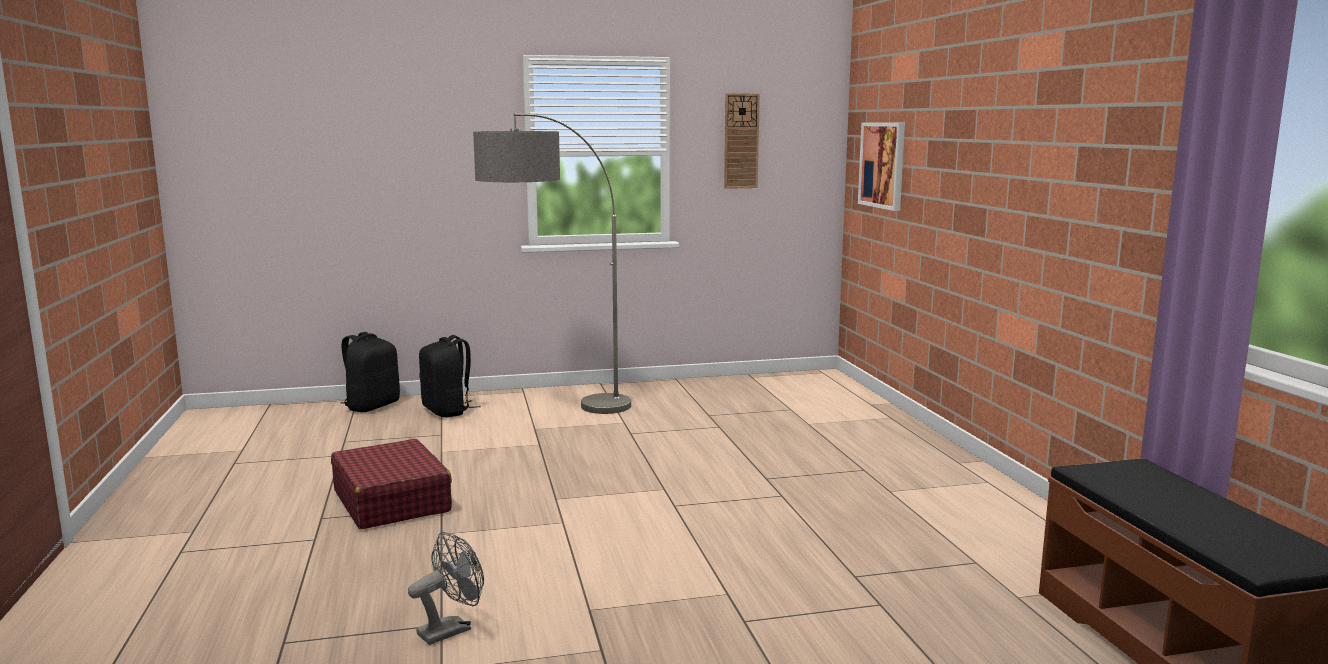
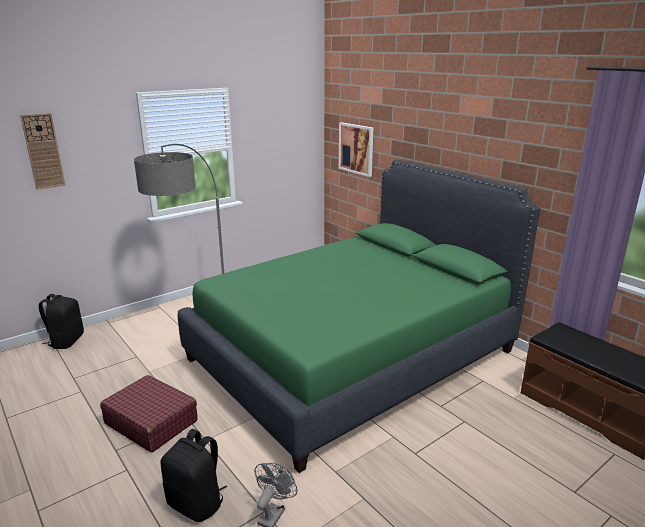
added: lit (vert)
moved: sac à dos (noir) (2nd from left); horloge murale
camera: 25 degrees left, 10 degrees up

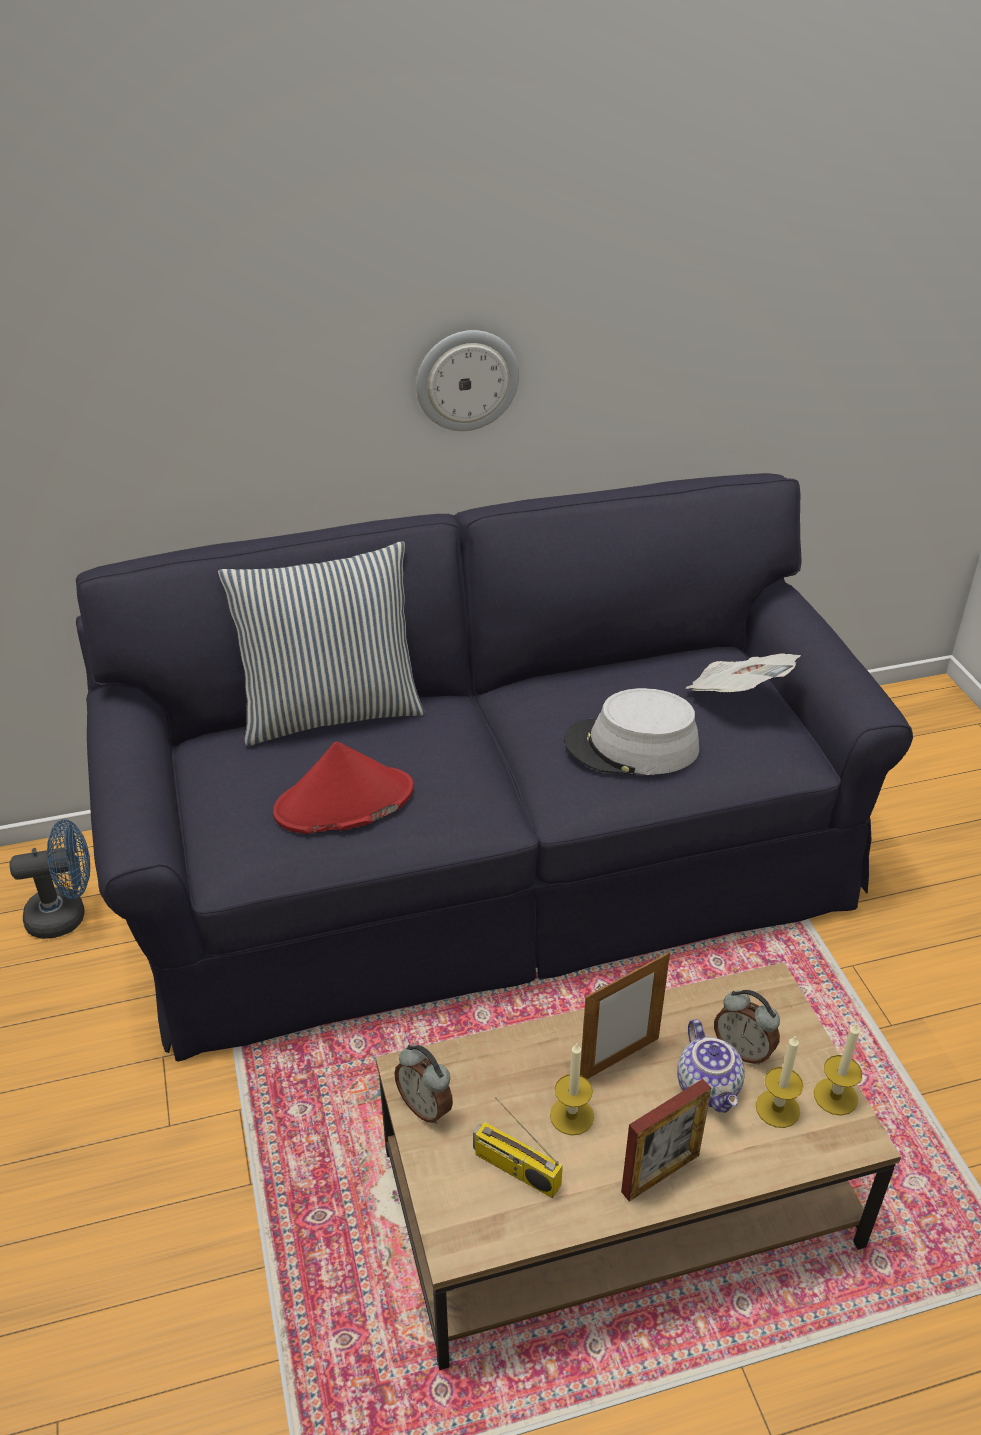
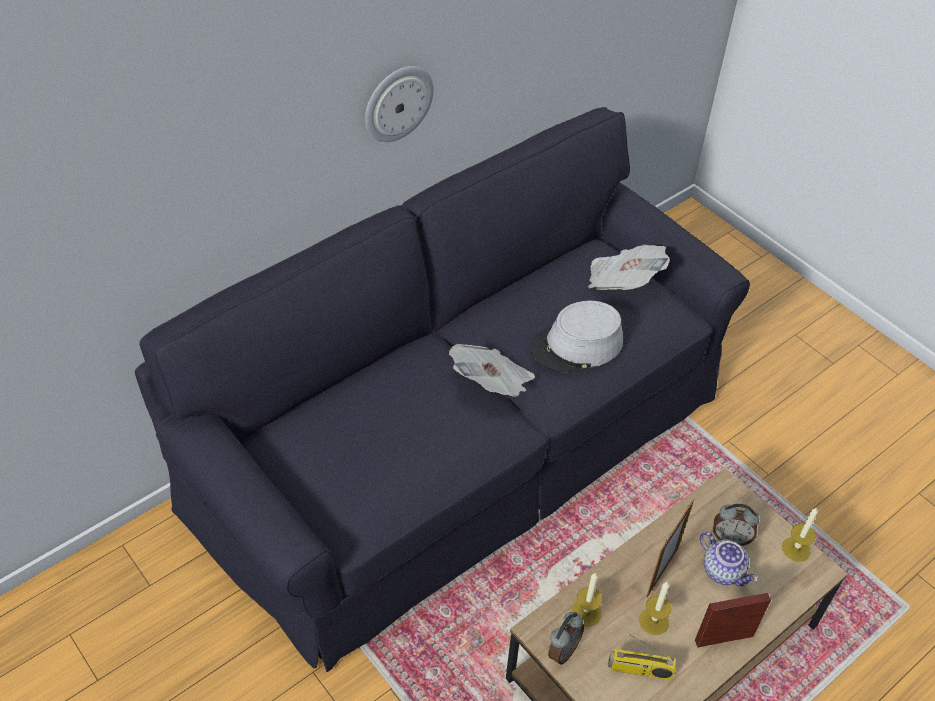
removed: ventilateur (bleu); coussin; chapeau (rouge)
added: journal (1st from left)
moved: bougie (2nd from left in the first image) to bougie (1st from left)
turned: réveil (1st from left) 75 degrees counterclockwise; cadre photo (2nd from left) 135 degrees counterclockwise
camera: 25 degrees left, 10 degrees up

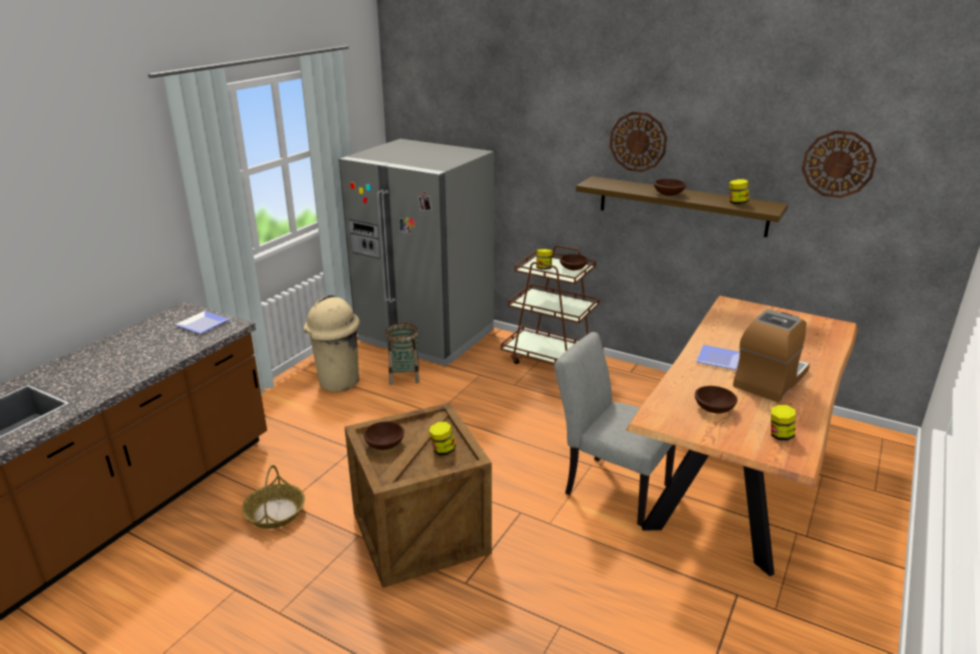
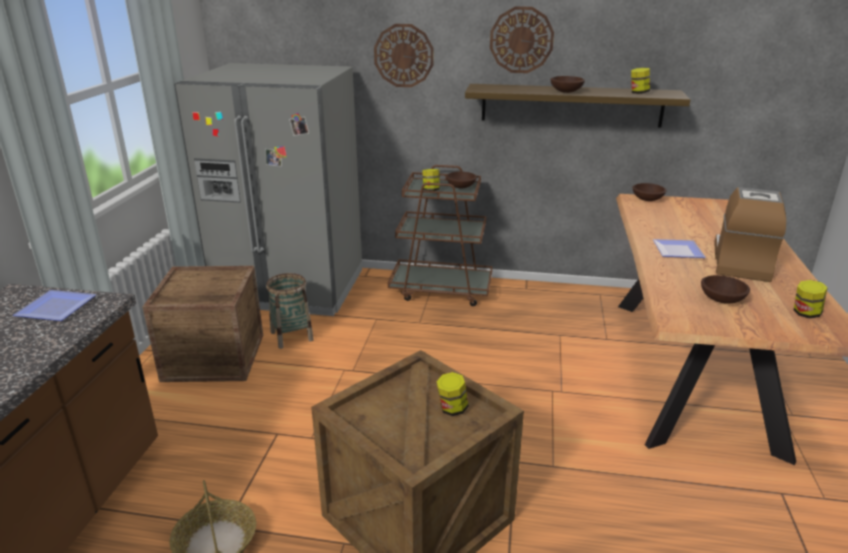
removed: chaise (gris)
moved: bol (marron) (1st from left in the first image) to bol (marron) (3rd from left); horloge murale (2nd from left in the first image) to horloge murale (1st from left)
replaced: poubelle (beige) to caisse (1st from left)
camera: 20 degrees left, 0 degrees up

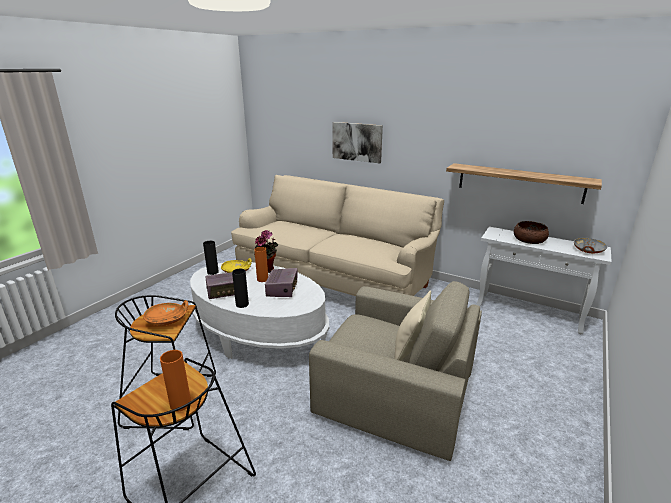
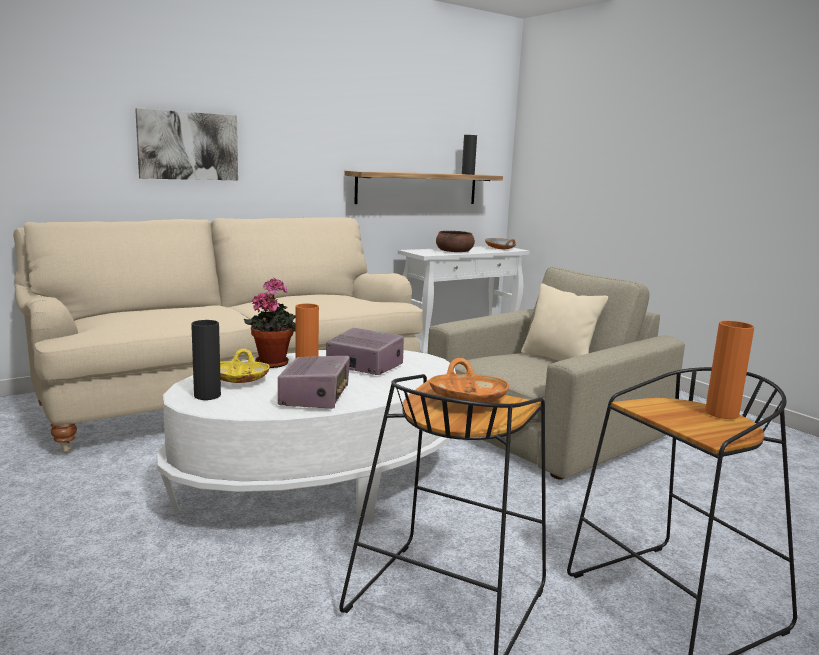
moved: vase (noir) (2nd from left)
camera: 65 degrees left, 10 degrees down

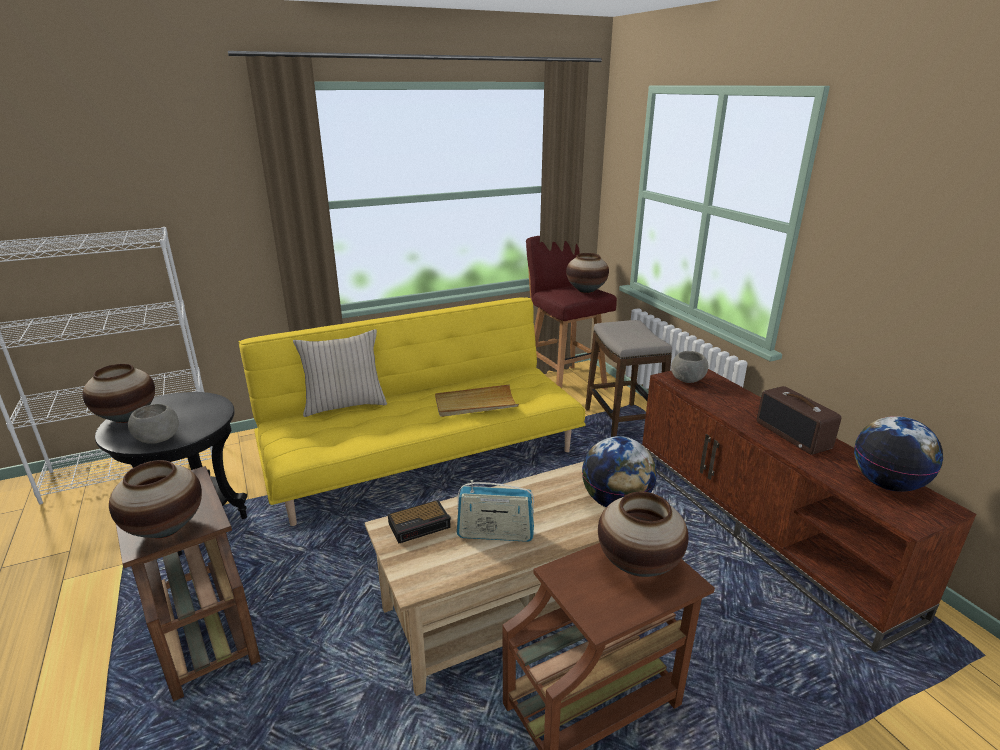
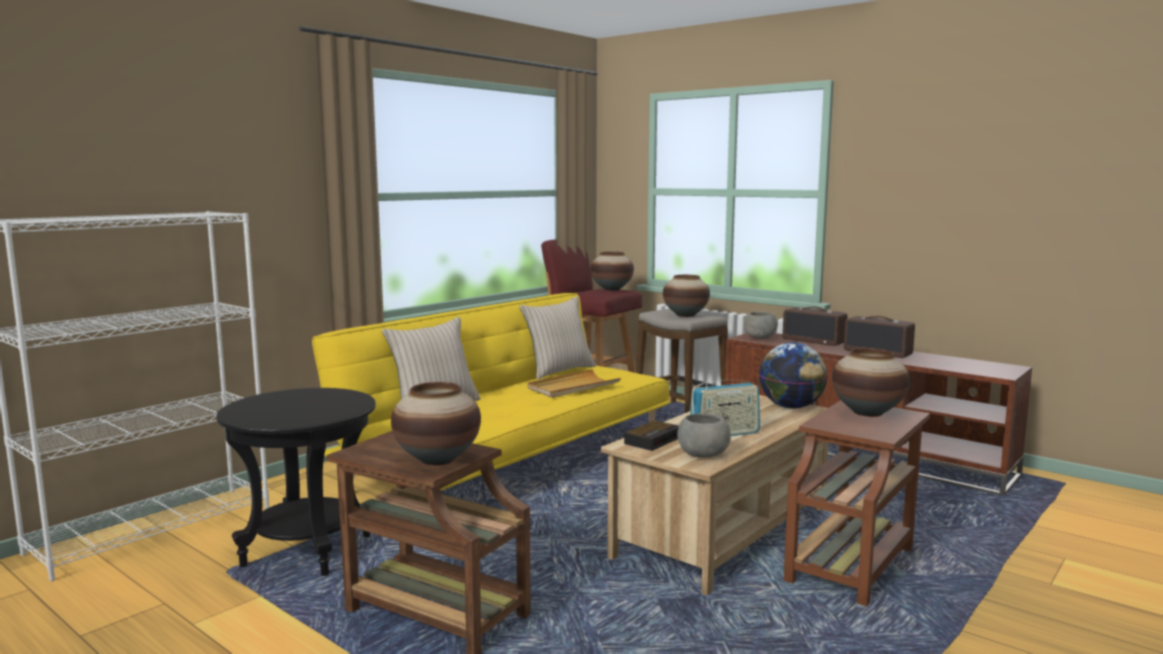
removed: globe (2nd from left)
added: coussin (beige) (2nd from left); radio (2nd from left)
moved: vase (1st from left in the first image) to vase (3rd from left); bol (gris) (1st from left)
camera: 25 degrees left, 15 degrees down

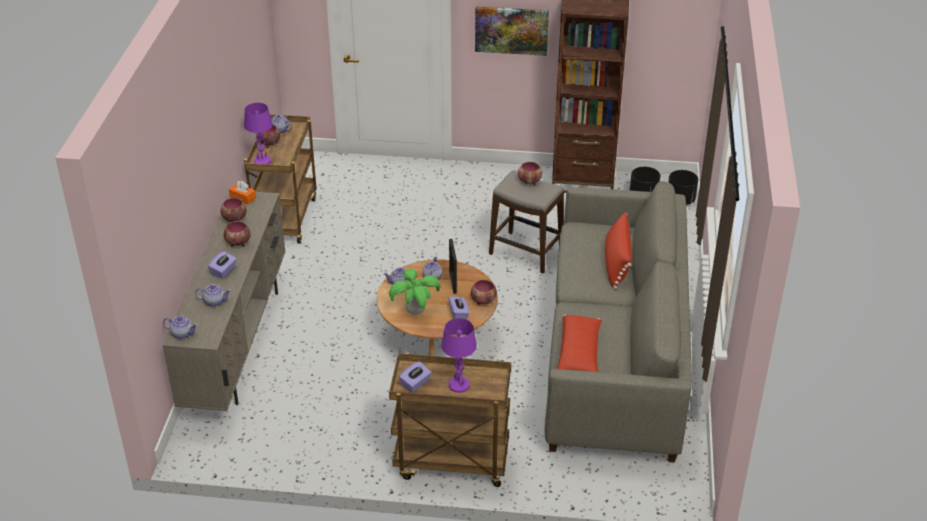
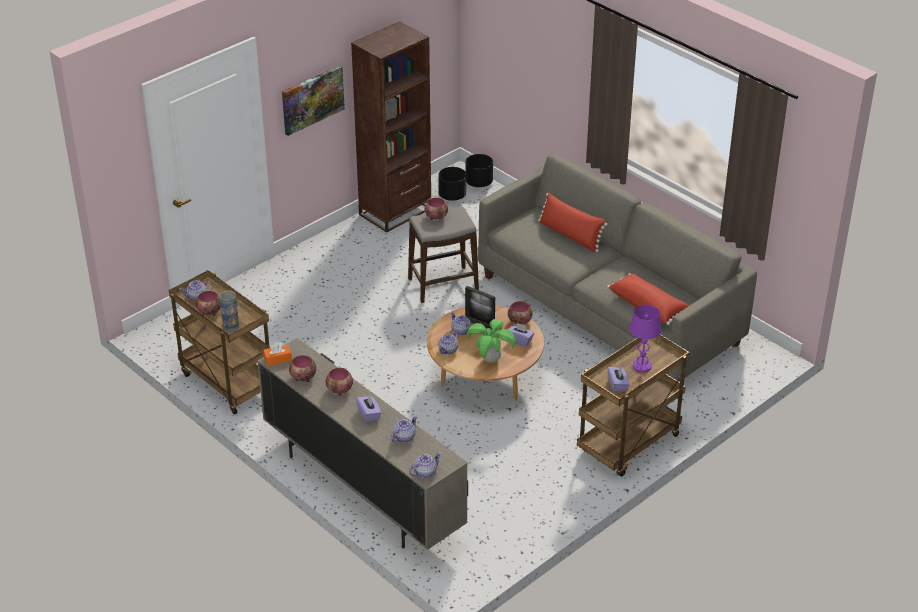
replaced: lampe de table (violet) (1st from left) to vase
camera: 50 degrees left, 0 degrees up

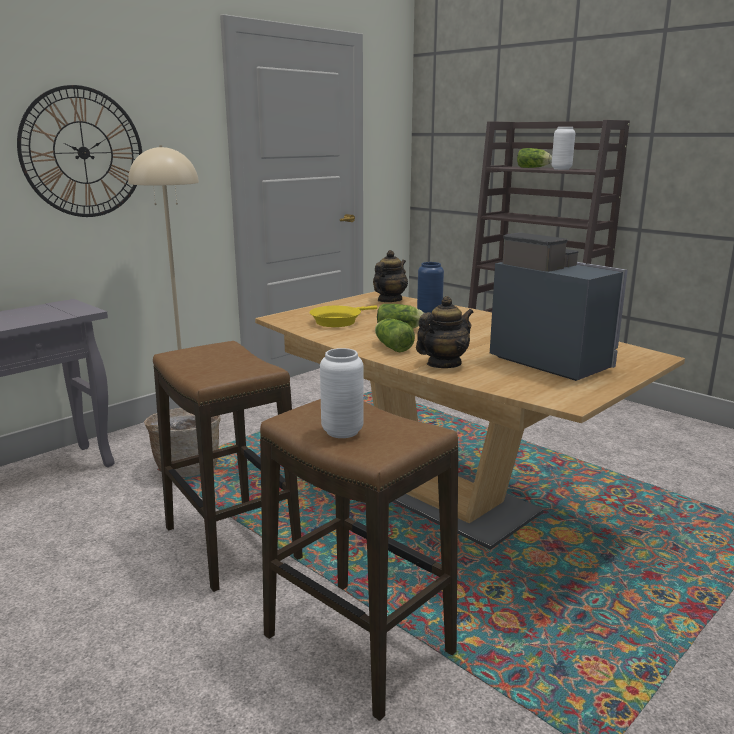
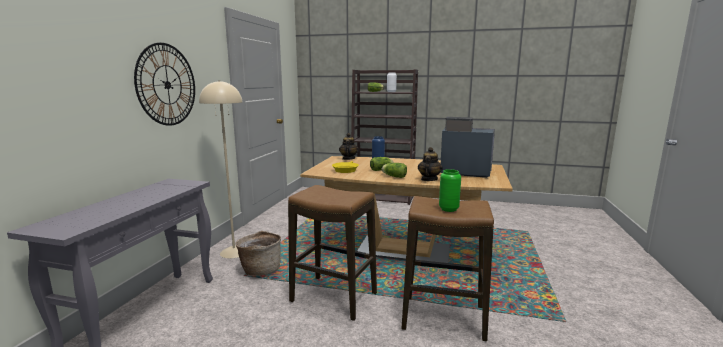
recoloured: vase (blanc) (1st from left) to vase (vert)
camera: 30 degrees left, 5 degrees down

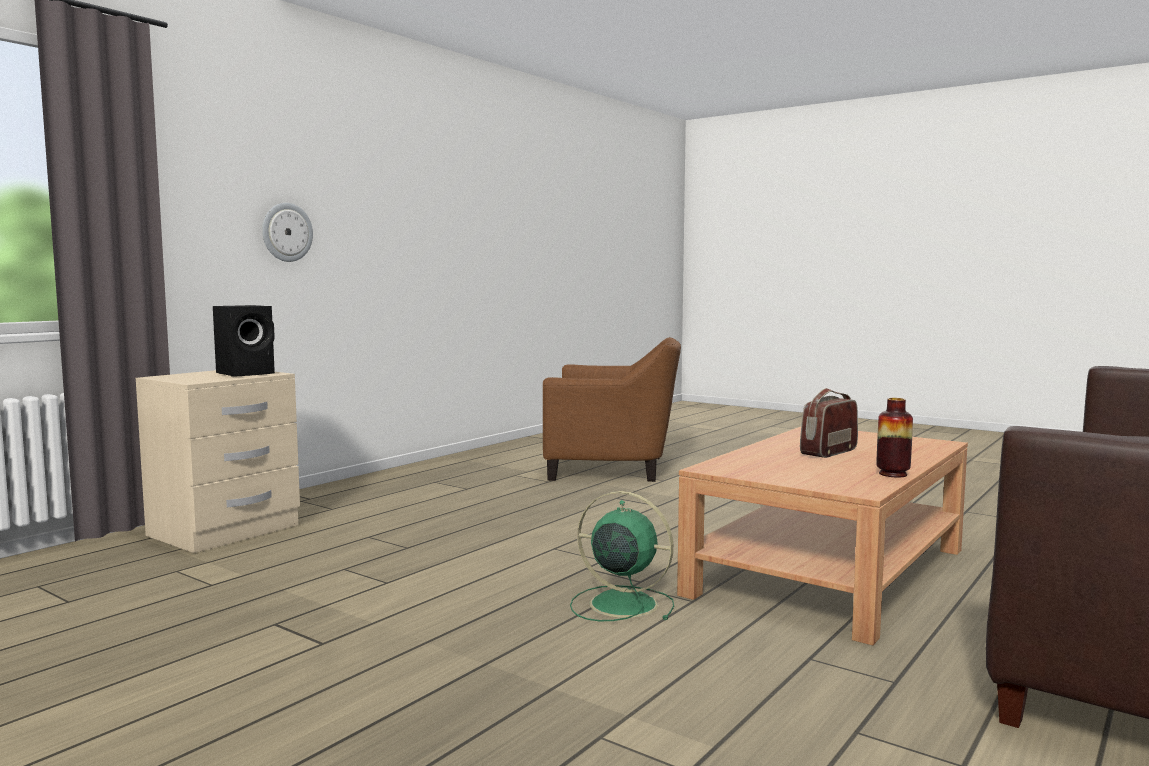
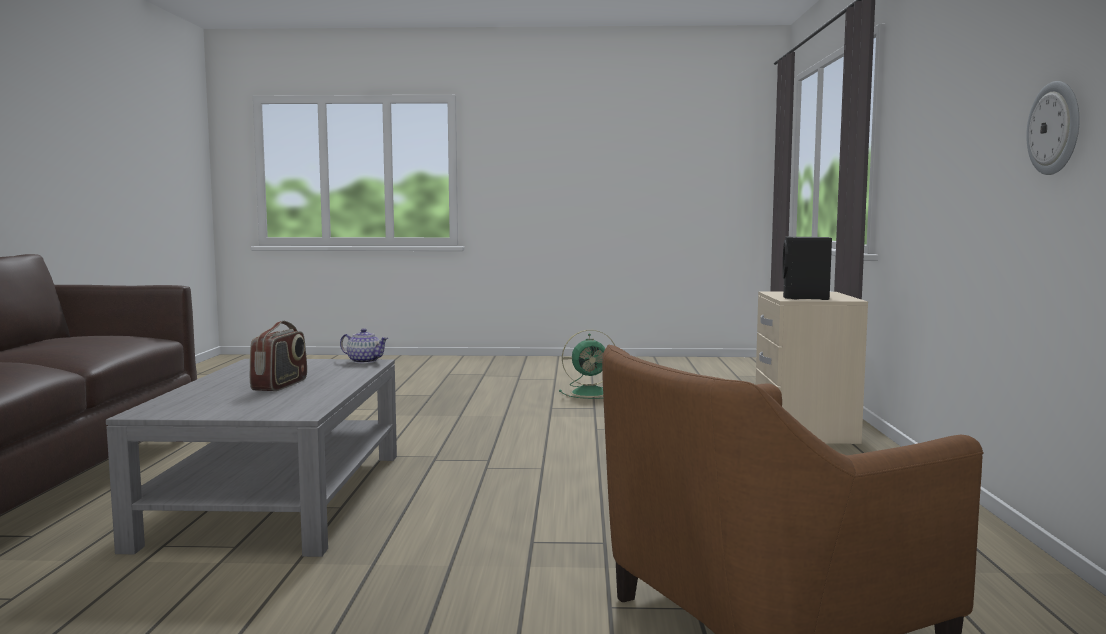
removed: vase
added: théière
moved: horloge murale; ventilateur (vert)
recoloured: table basse (marron) to table basse (gris)
camera: 145 degrees right, 0 degrees up

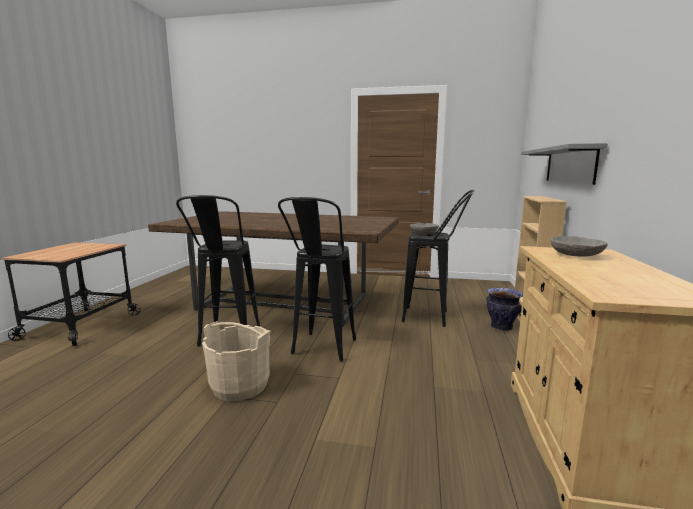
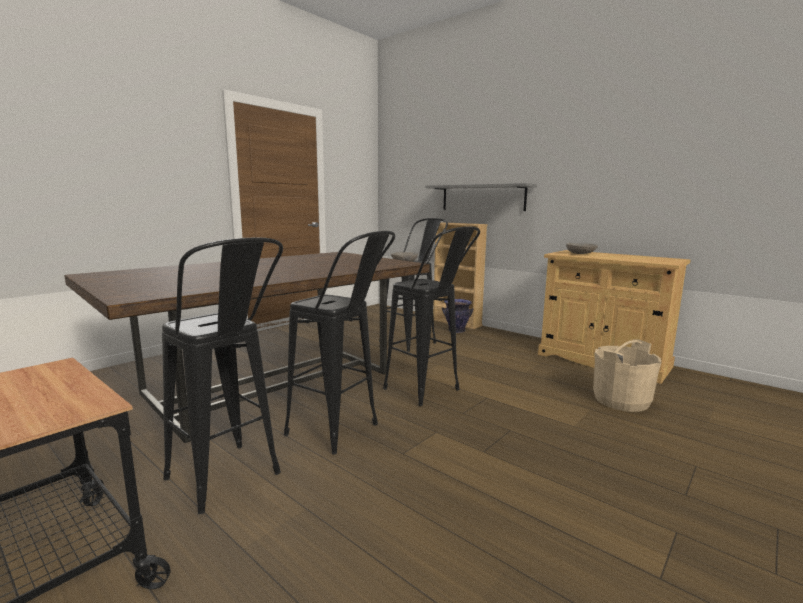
added: tabouret (noir) (1st from left)
moved: seau (beige)
camera: 60 degrees left, 0 degrees up

